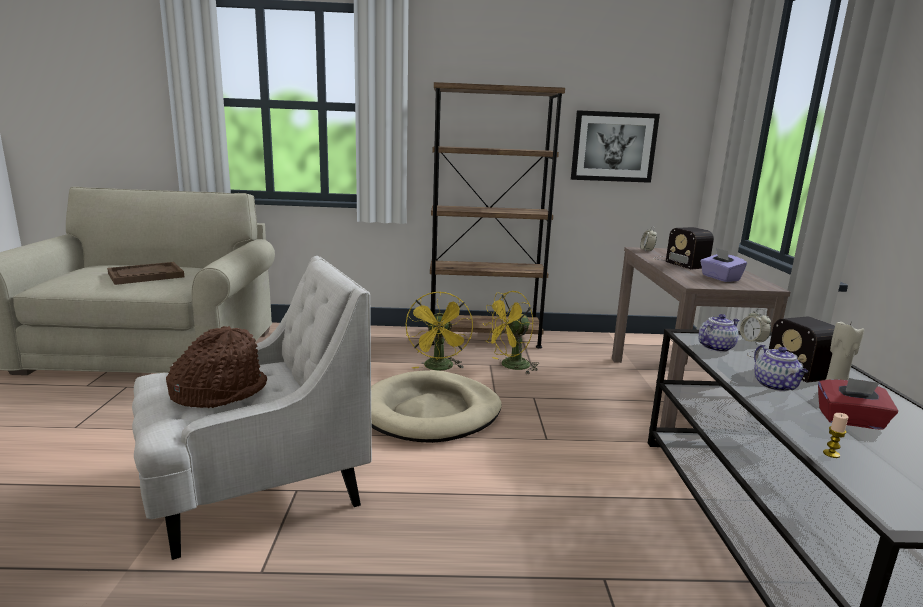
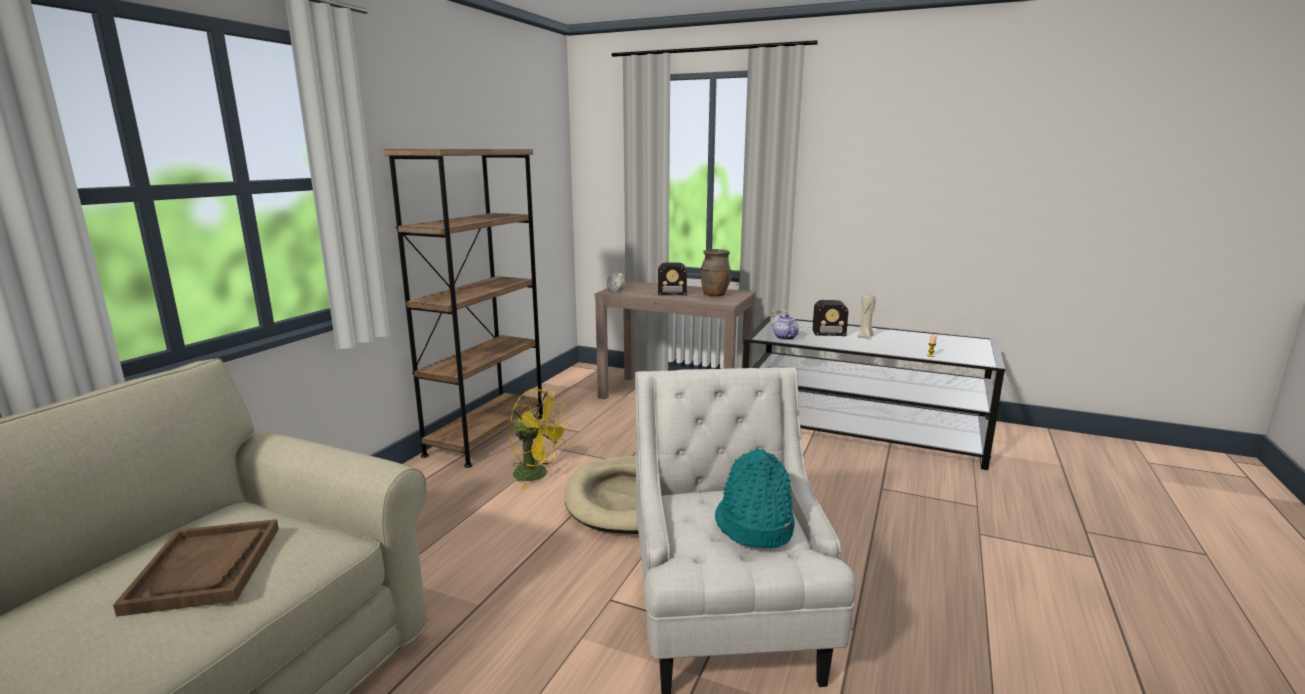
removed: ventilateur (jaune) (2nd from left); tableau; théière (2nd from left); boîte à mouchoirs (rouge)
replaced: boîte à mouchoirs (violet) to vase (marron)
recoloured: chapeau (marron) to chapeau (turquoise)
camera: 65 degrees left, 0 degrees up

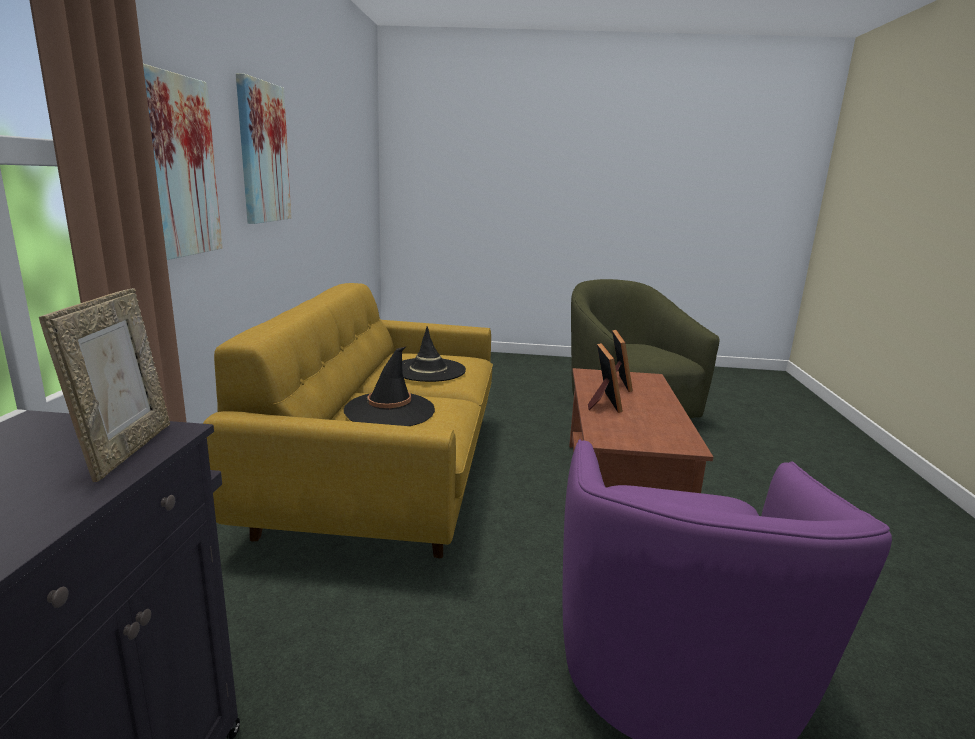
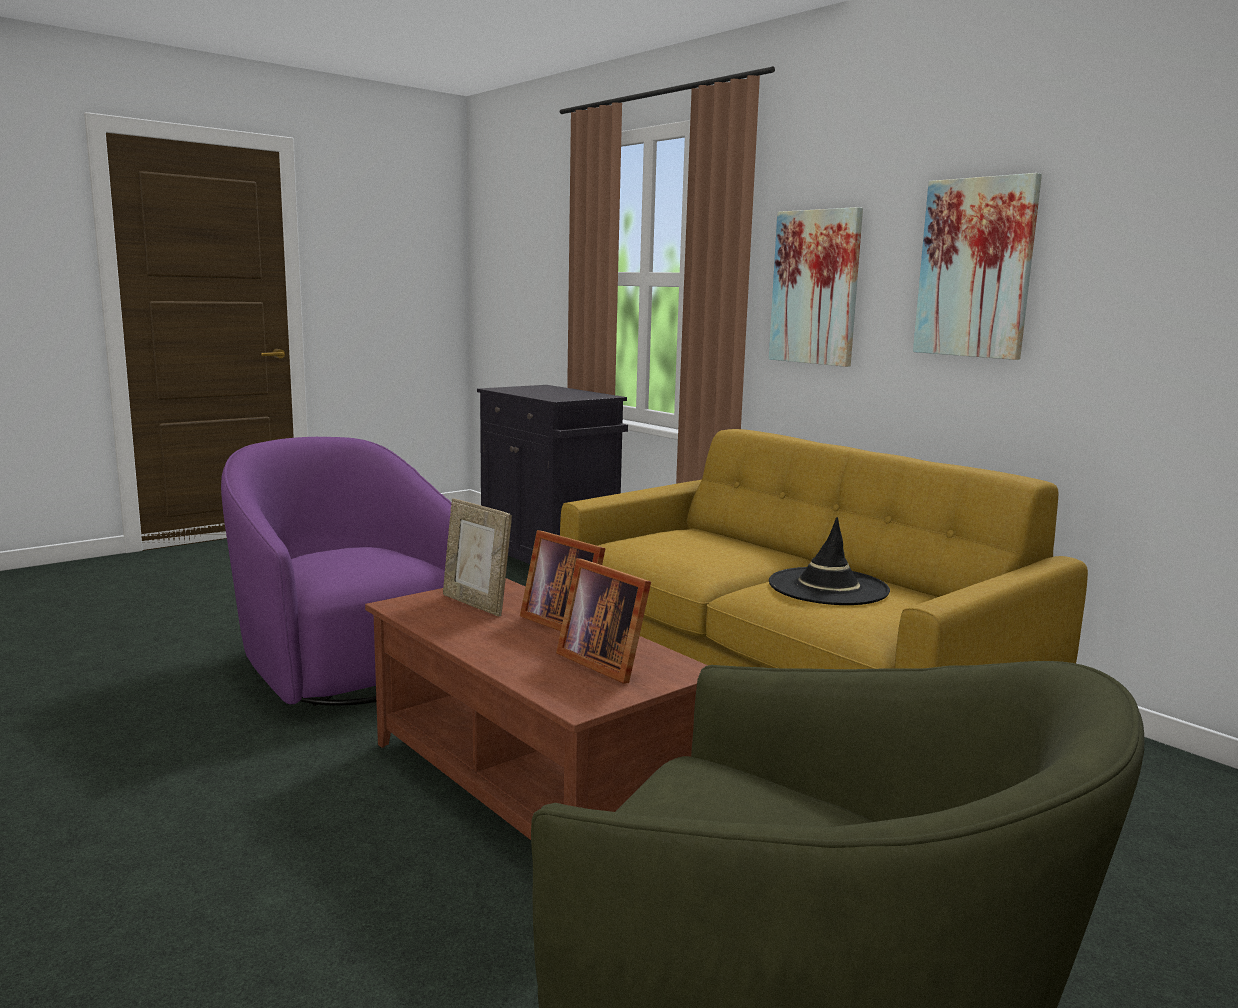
removed: chapeau (noir) (1st from left)
moved: cadre photo (1st from left)
camera: 135 degrees right, 5 degrees down

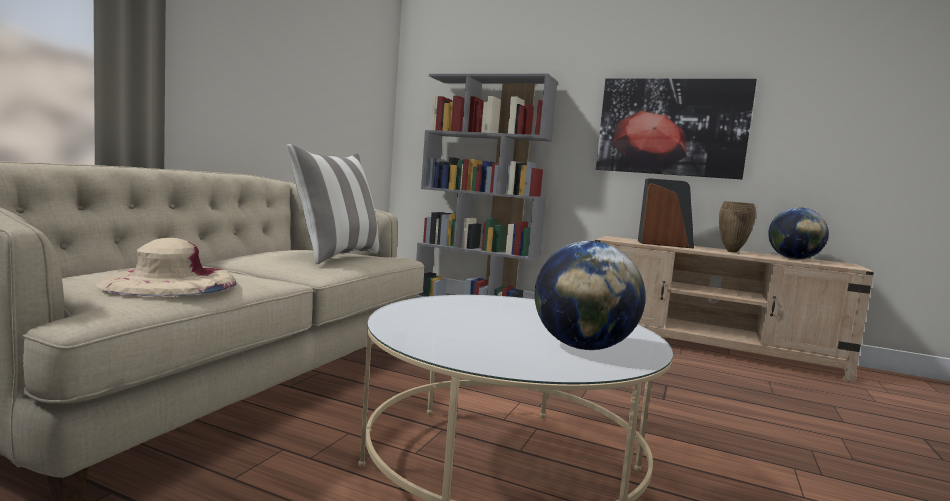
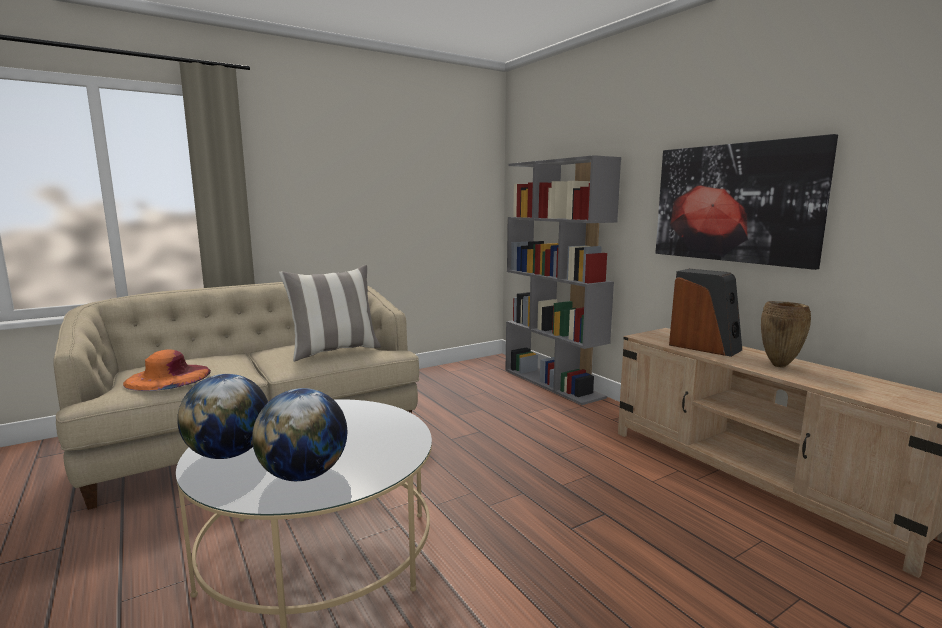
moved: globe (2nd from left in the first image) to globe (1st from left)
recoloured: chapeau (beige) to chapeau (orange)
camera: 35 degrees right, 5 degrees up

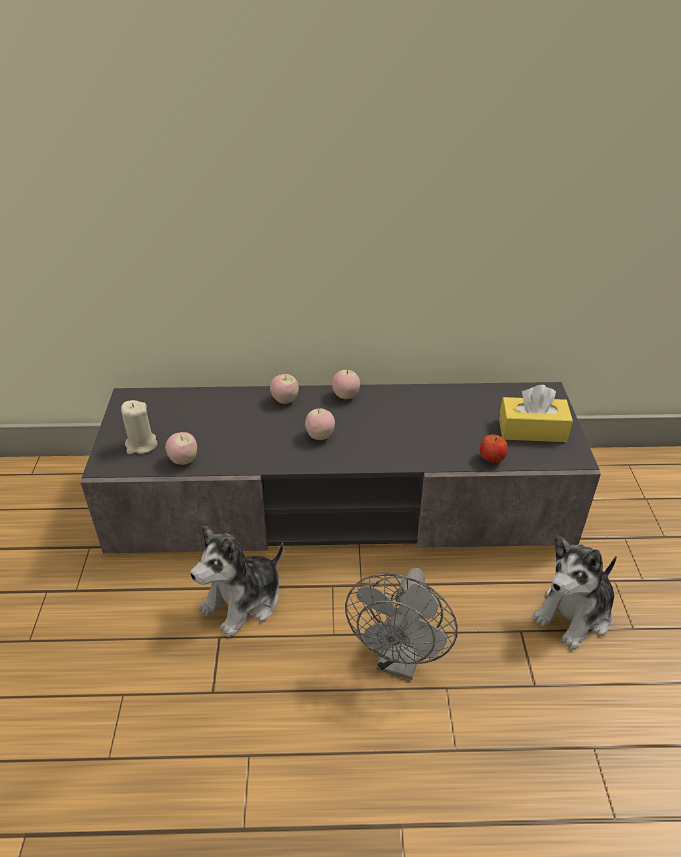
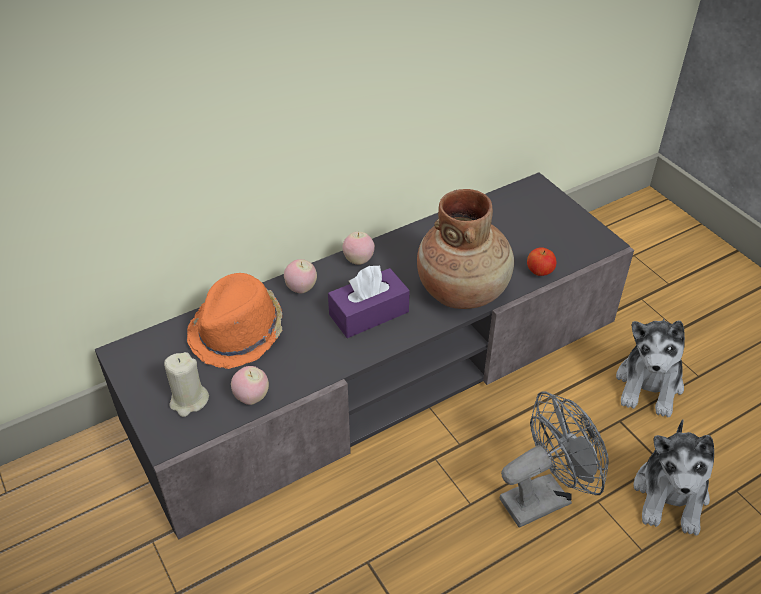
removed: boîte à mouchoirs (jaune)
added: chapeau (orange); vase (marron)
moved: peluche (1st from left in the first image) to peluche (2nd from left)
replaced: pomme (3rd from left) to boîte à mouchoirs (violet)
turned: ventilateur (gris) 105 degrees counterclockwise
camera: 30 degrees left, 5 degrees up

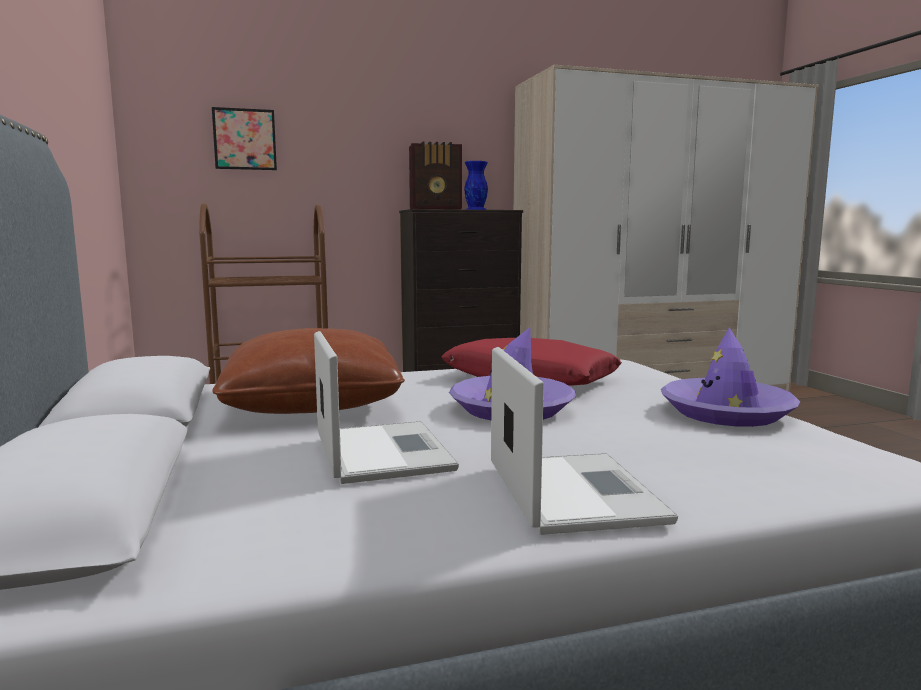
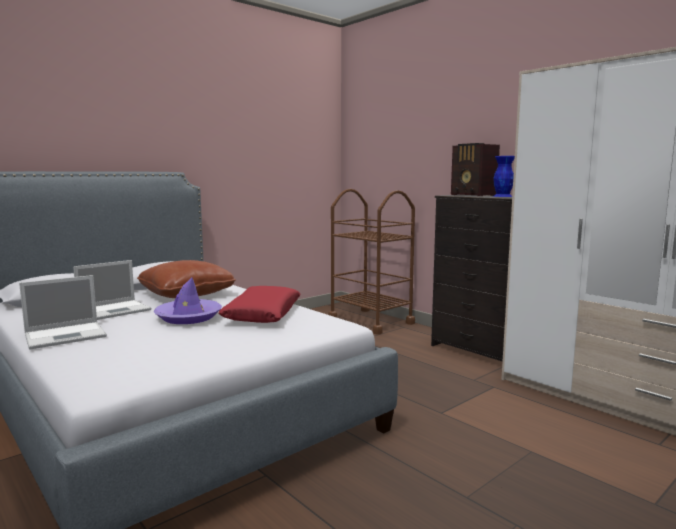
removed: tableau; chapeau (violet) (2nd from left)
camera: 65 degrees right, 0 degrees up

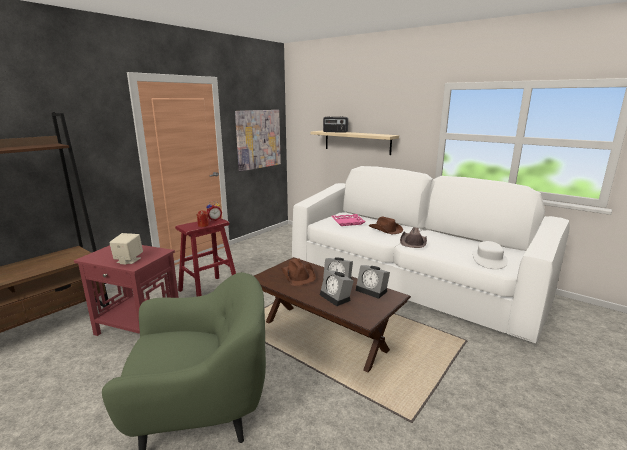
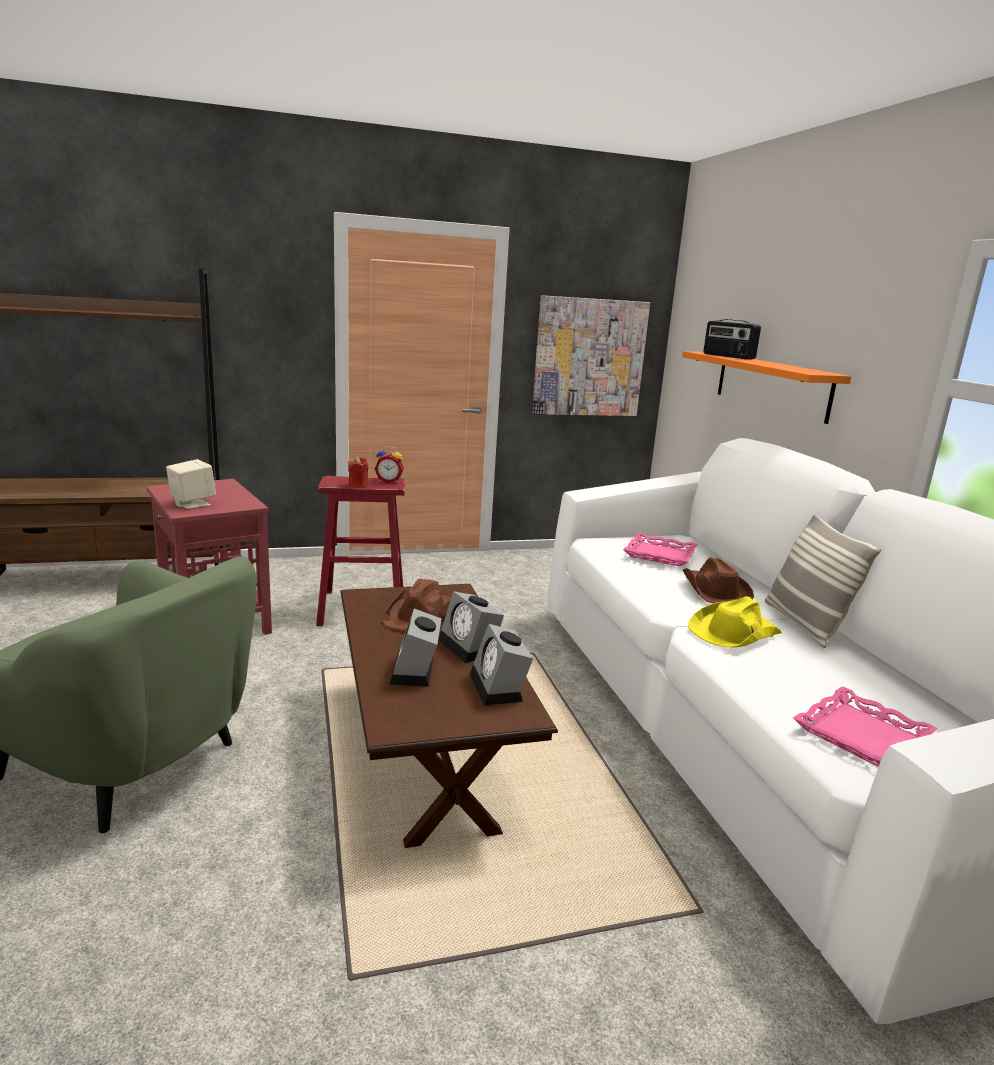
added: coussin
replaced: chapeau (blanc) to plateau (rose) (2nd from left)
recoloured: étagère (beige) to étagère (orange); chapeau (marron) (3rd from left) to chapeau (jaune)
camera: 35 degrees right, 0 degrees up

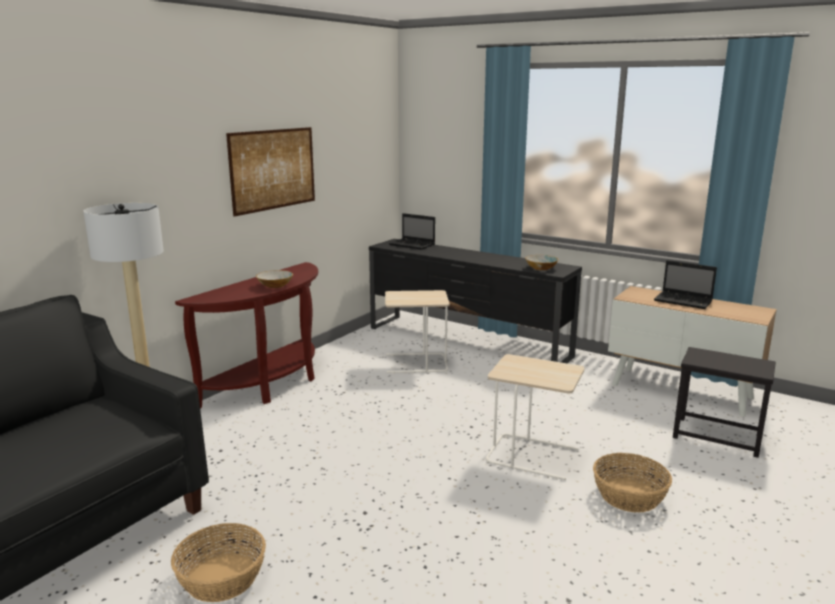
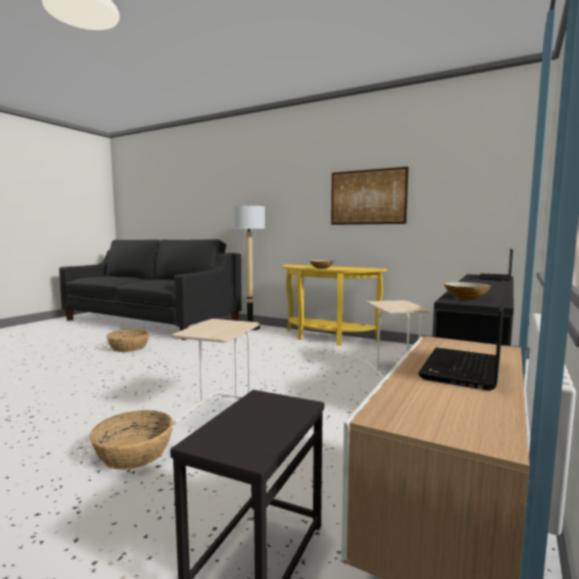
recoloured: table console (marron) to table console (jaune)
camera: 85 degrees right, 10 degrees down

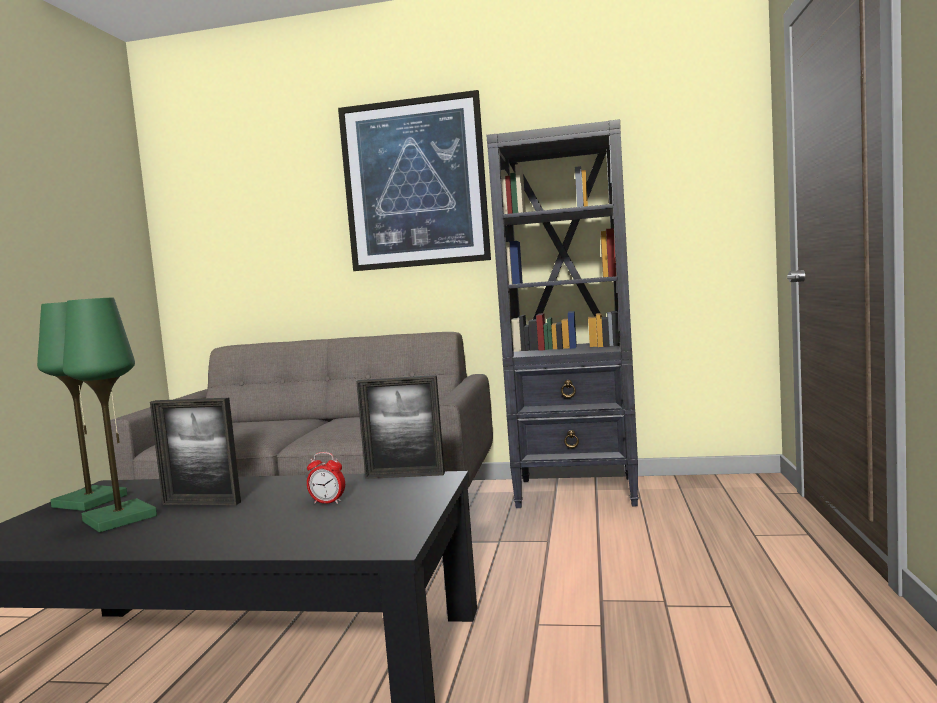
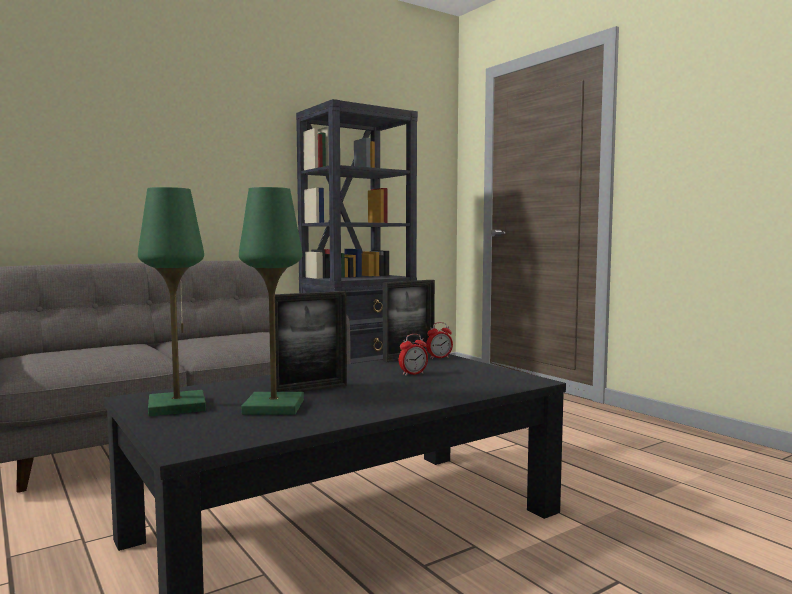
removed: tableau
added: réveil (2nd from left)
camera: 45 degrees left, 0 degrees up

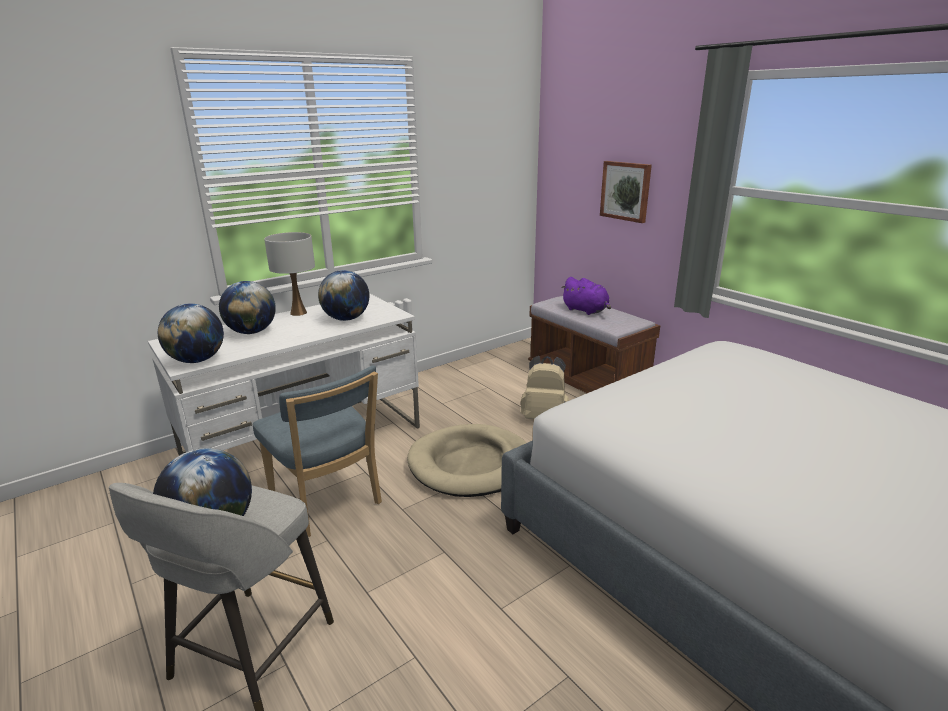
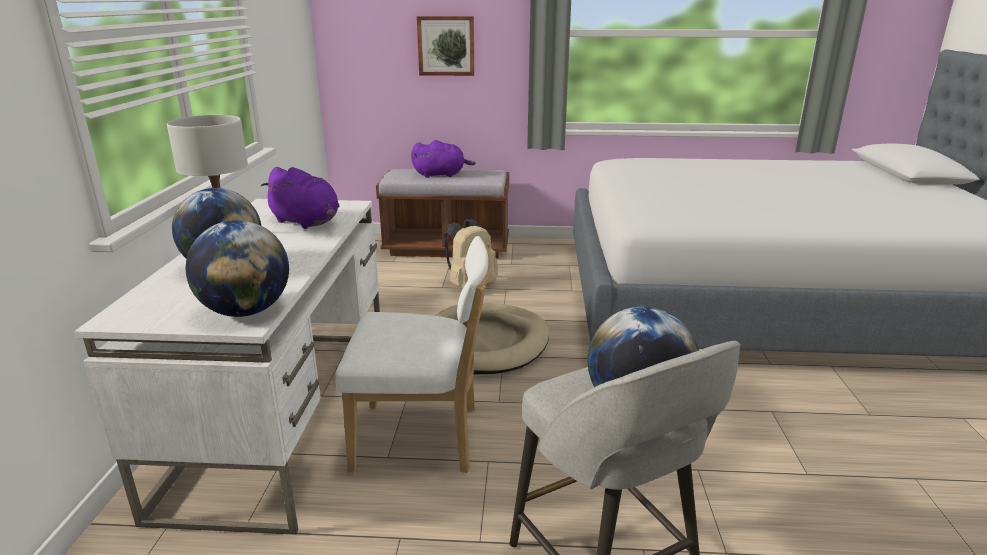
replaced: globe (4th from left) to peluche (violet) (1st from left)
recoloured: chaise (bleu) to chaise (blanc)
camera: 50 degrees left, 0 degrees up

